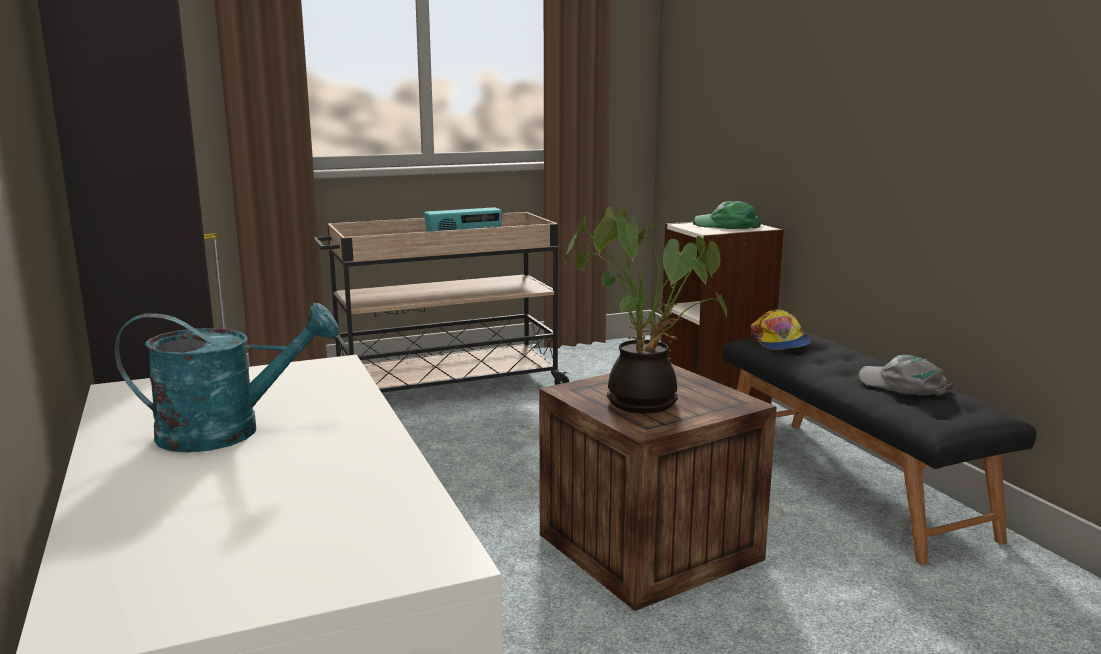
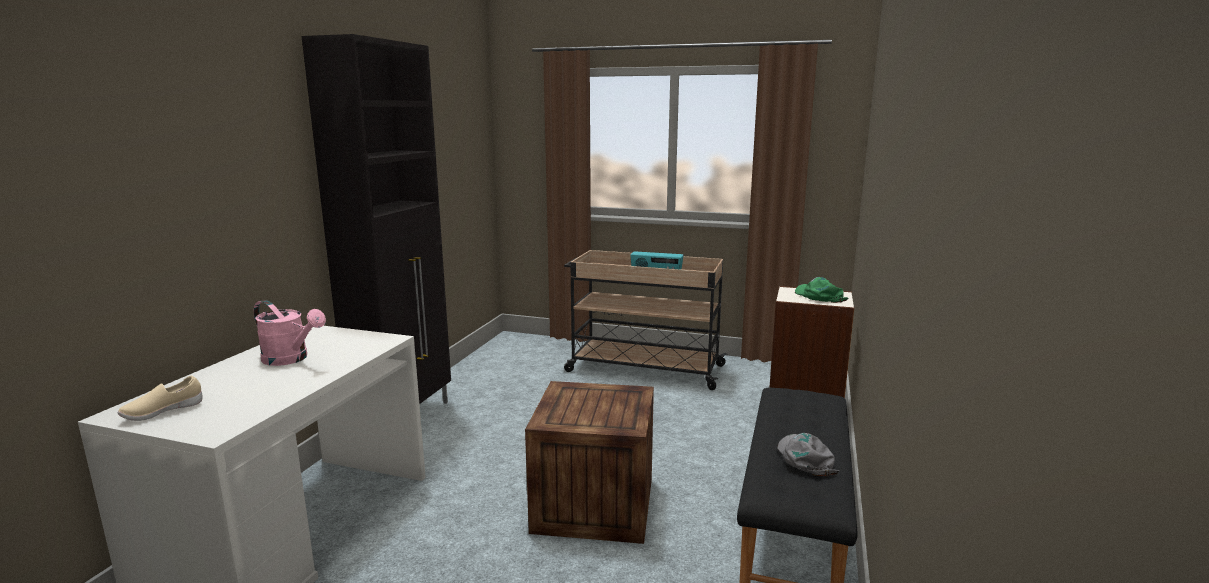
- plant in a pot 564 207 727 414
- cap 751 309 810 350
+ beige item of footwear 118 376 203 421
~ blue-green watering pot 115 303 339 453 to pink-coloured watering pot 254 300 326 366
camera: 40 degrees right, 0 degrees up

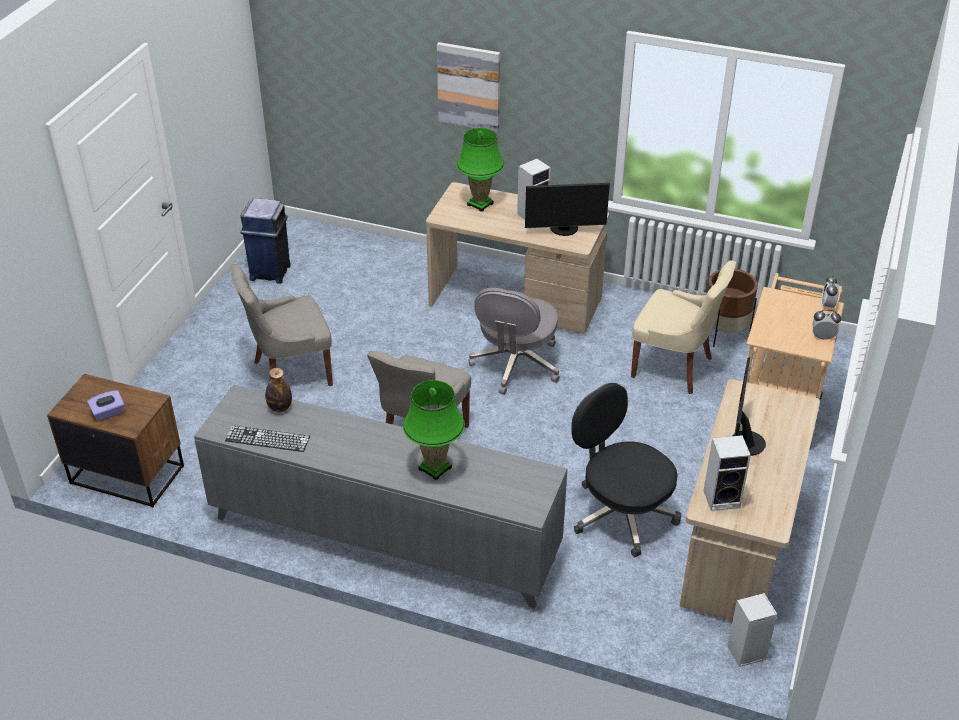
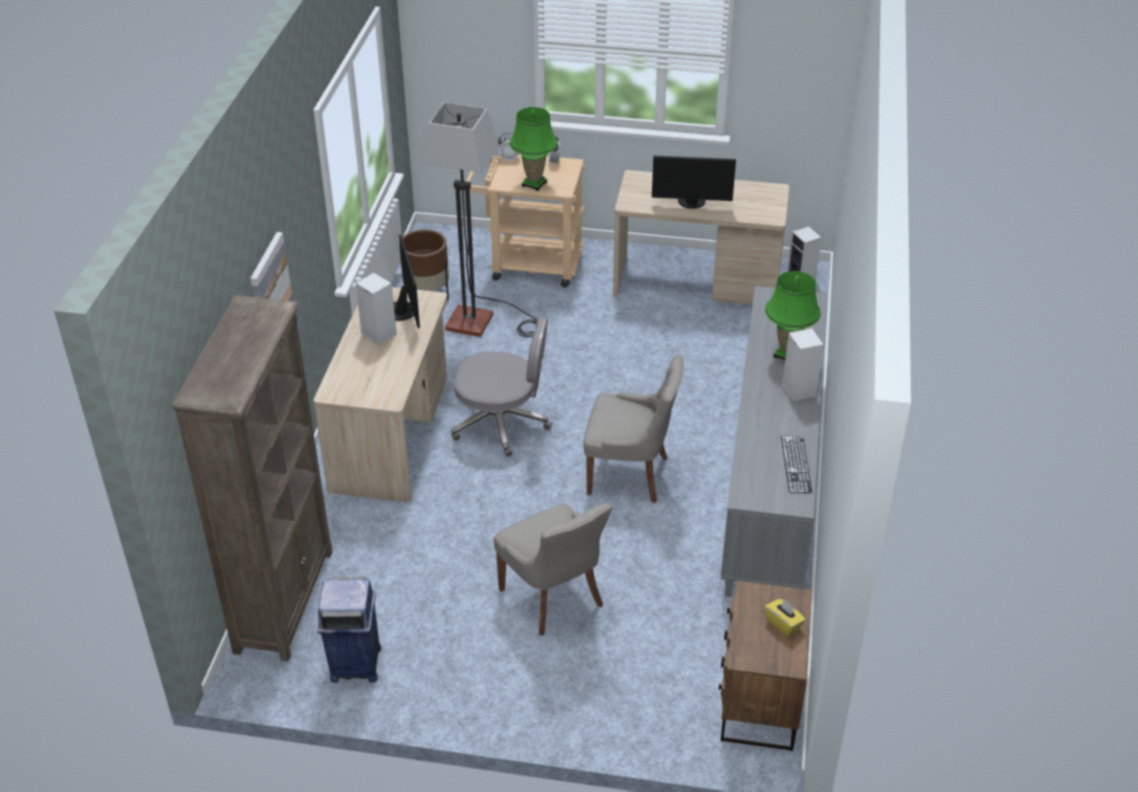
- drink bottle 265 368 292 413
- black desk chair 571 383 682 557
+ brown shelving unit 172 295 332 662
~ greenish tabletop lamp 456 128 504 212 to 510 107 558 191
~ audio speaker 704 435 751 511 to 782 328 824 401
~ beige plain chair 631 260 736 394 to standing lamp 421 102 537 337
~ purplish tissue holder 87 390 124 421 to yellow-coloured tissue holder 765 599 806 636
camera: 100 degrees left, 0 degrees up

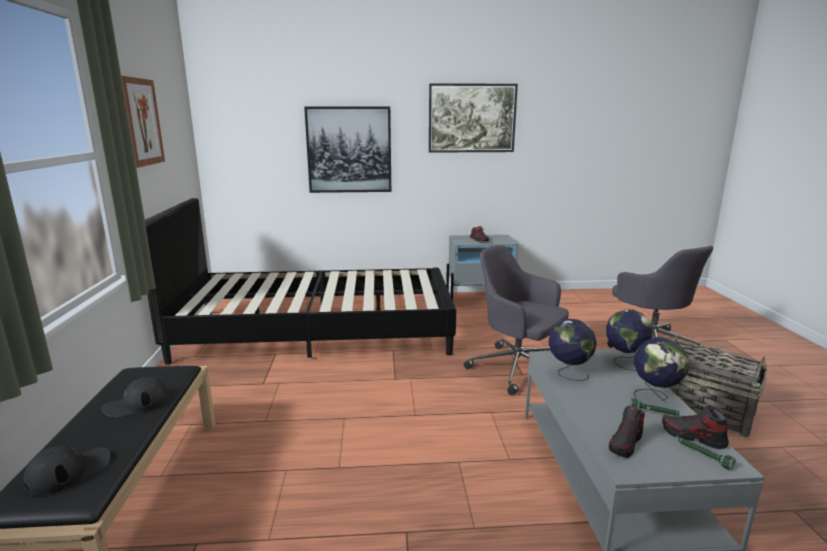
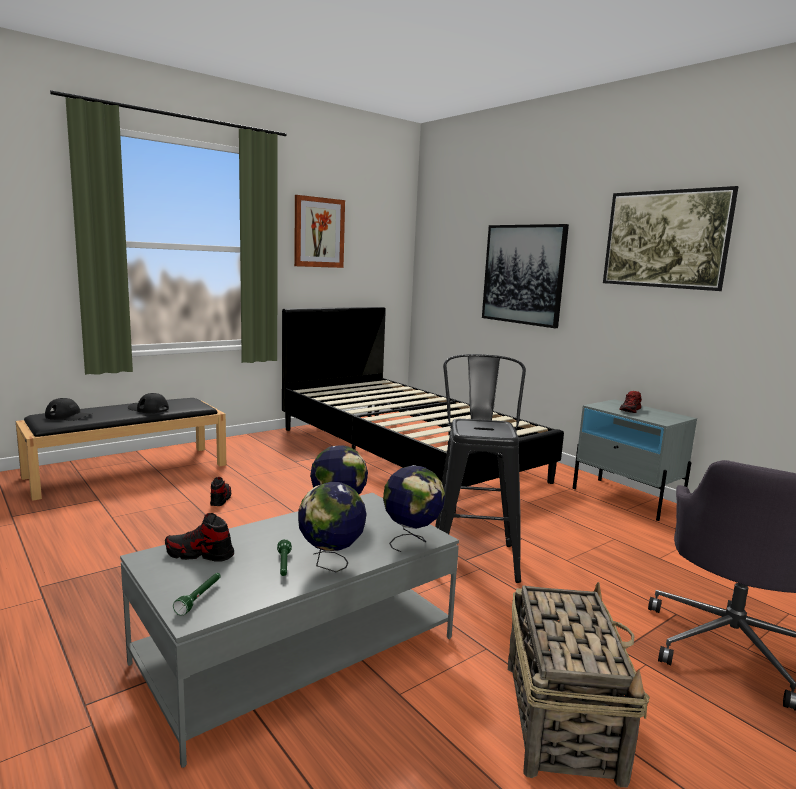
~ item of footwear 662 406 729 449 to 210 477 231 506
~ grey desk chair 464 245 569 395 to black stool 435 354 526 583
camera: 55 degrees right, 5 degrees down

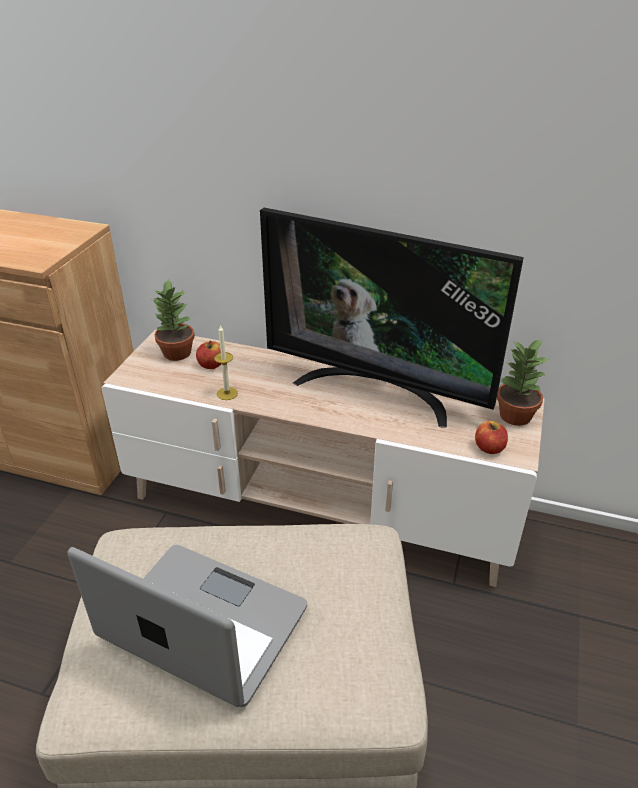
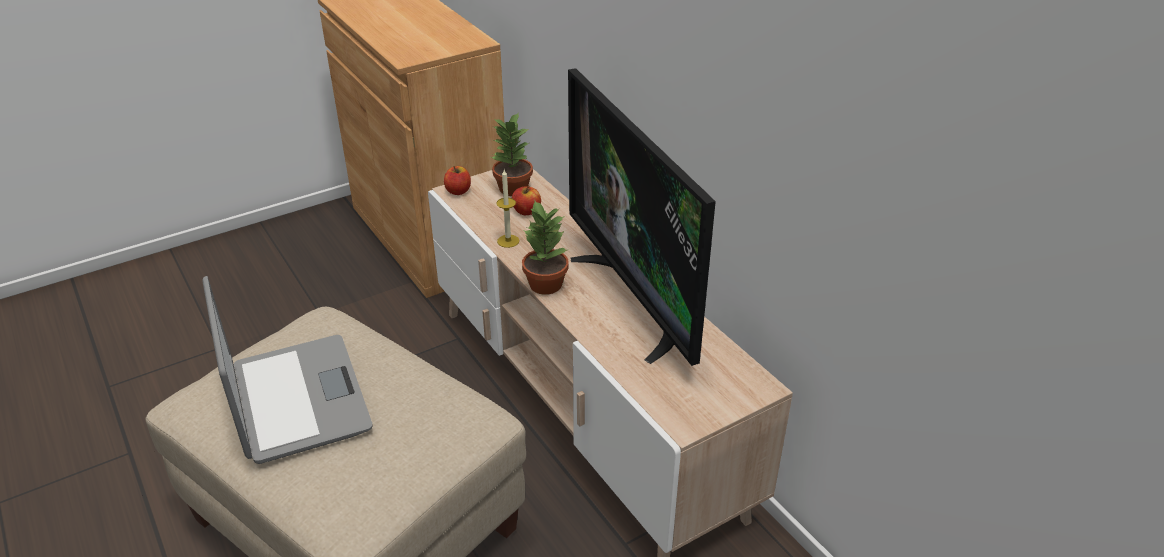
~ apple fruit 475 421 508 454 to 444 166 471 195
~ plant in a pot 497 338 549 426 to 522 199 569 295
camera: 40 degrees right, 0 degrees up

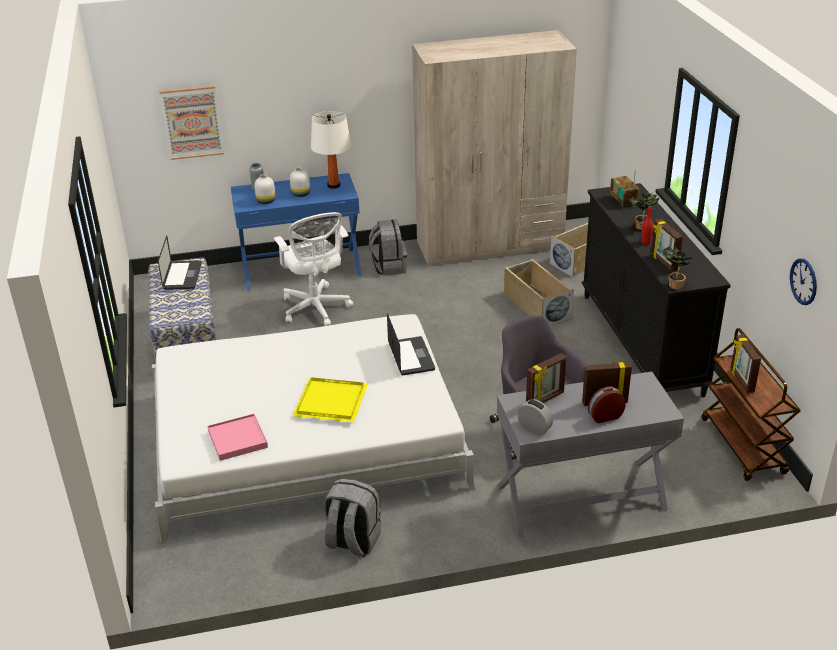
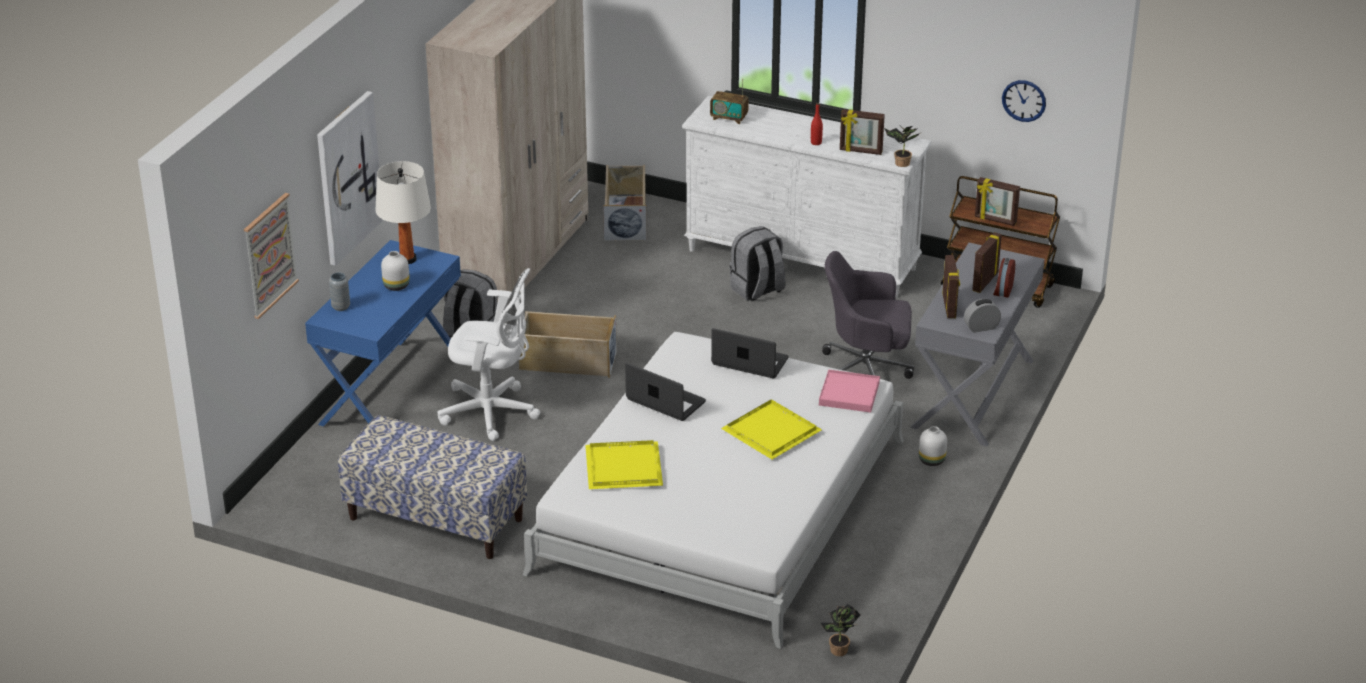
+ wall art 317 91 383 266
+ yellow-coloured carrying tray 585 440 663 489
~ notebook computer 158 236 202 290 to 625 363 706 421
~ pink-coloured carrying tray 207 414 268 461 to 819 369 880 413
~ whitish vase 254 174 276 204 to 919 426 947 466
~ grey backpack 324 479 381 557 to 730 226 786 301
~ beige storage bin 504 259 574 326 to 518 311 617 378
~ plant in a pot 628 193 660 230 to 820 604 861 656
~ black chest of drawers 581 183 731 397 to whitish chest of drawers 682 96 931 298
camera: 55 degrees left, 0 degrees up

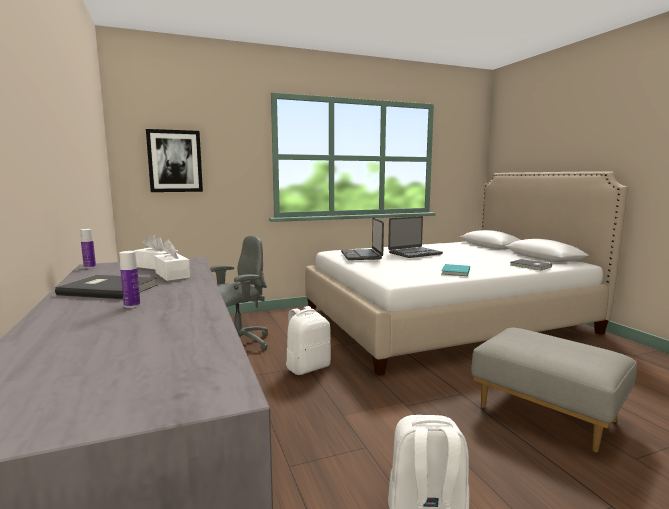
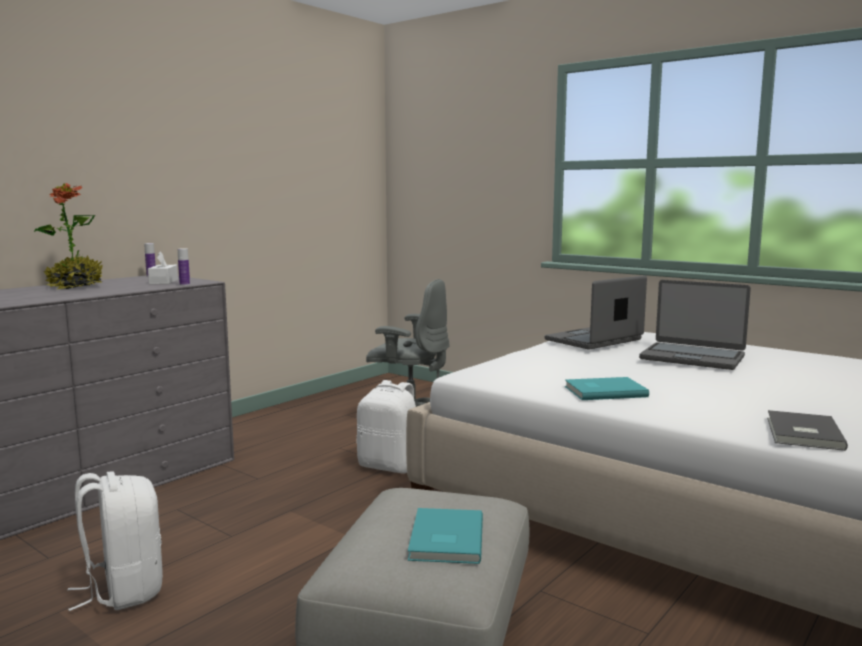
- wall art 146 129 203 192
- whitish tissue holder 154 240 190 281
+ blue-green bound book 408 508 483 564
~ drink bottle 119 251 141 308 to 178 248 190 286
~ grey bound book 55 275 157 299 to plant in a pot 34 183 103 289
camera: 60 degrees right, 0 degrees up

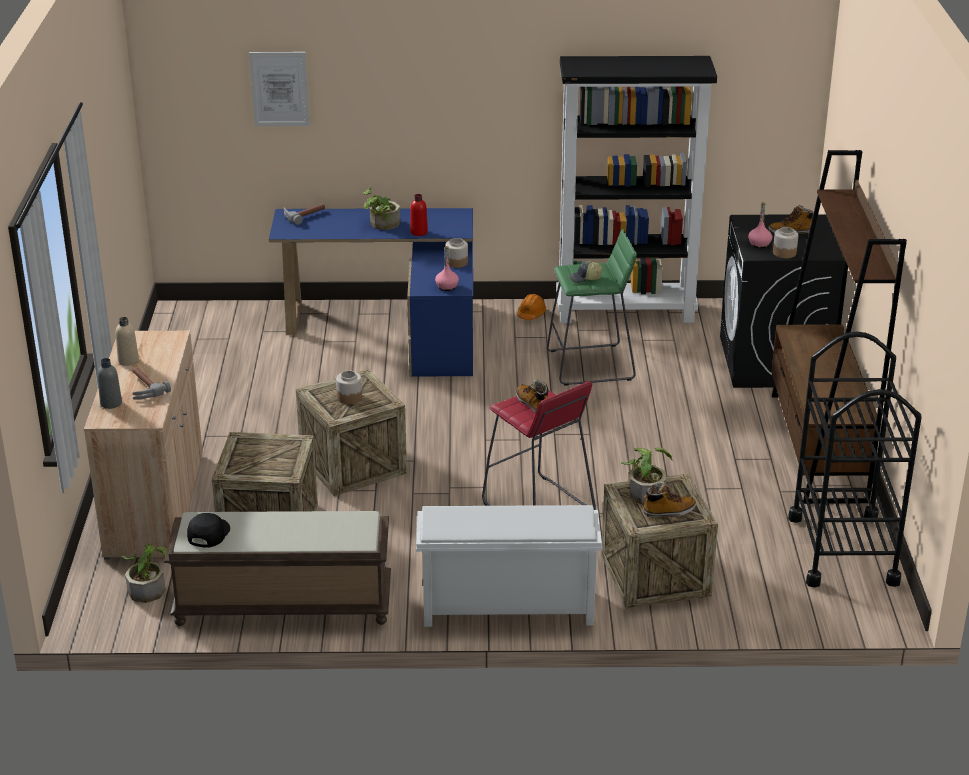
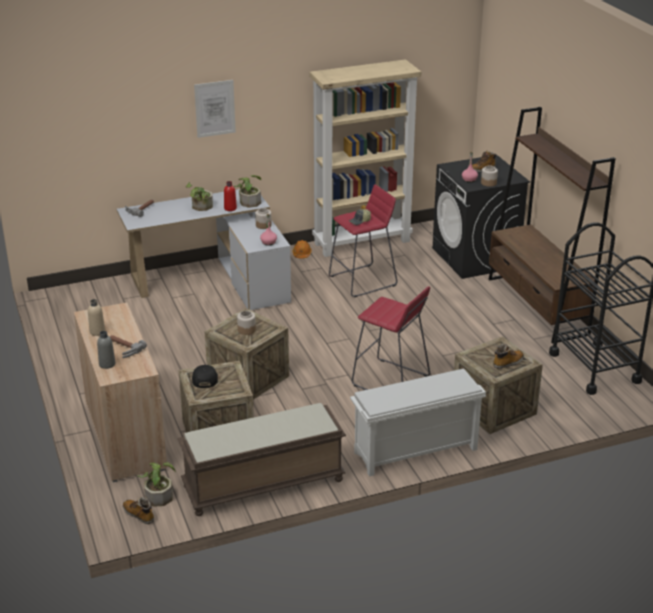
~ black cap 187 513 230 547 to 192 365 218 388
~ wall art 249 52 310 126 to 194 80 236 138
~ high-top boot 516 379 548 414 to 123 497 154 524
~ plant in a pot 621 448 672 504 to 234 175 262 208
~ blue desk table 269 208 473 377 to whitish desk table 117 189 291 310
~ greenish stool 547 229 637 385 to red stool 329 184 398 297
~ black shelving unit 556 56 717 323 to beige shelving unit 309 59 421 257
camera: 20 degrees left, 0 degrees up

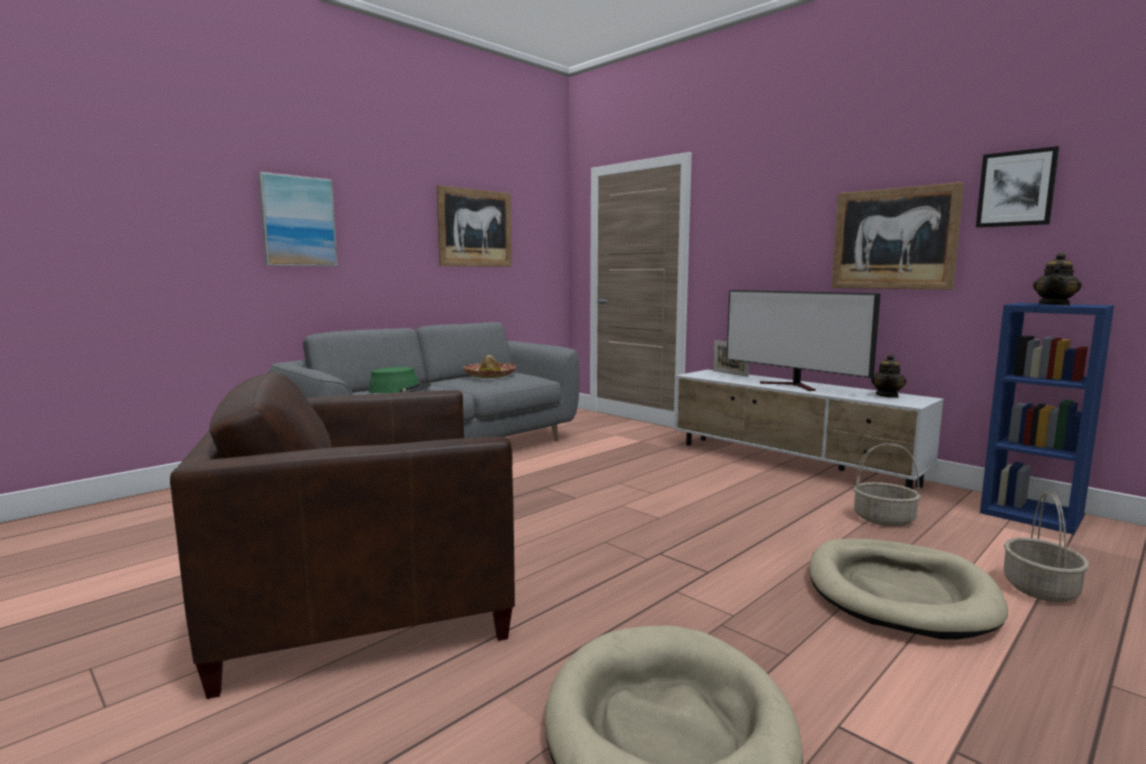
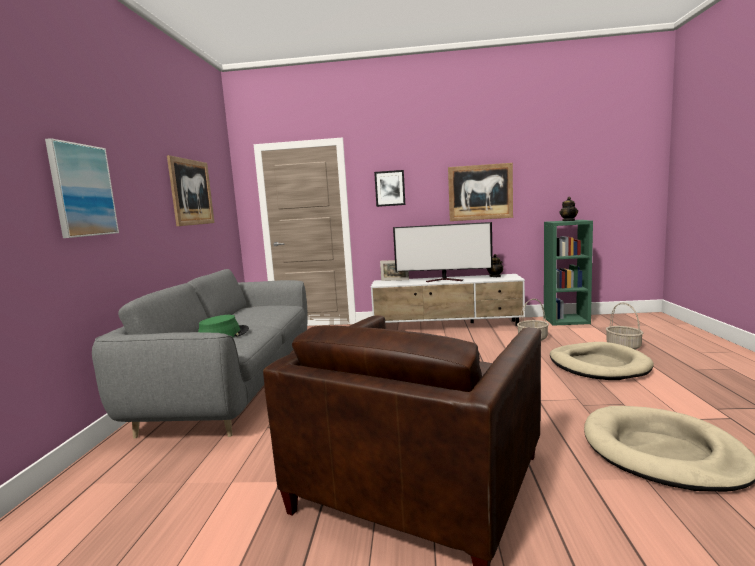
- clothing hat 462 355 516 378
~ wall art 976 146 1059 228 to 374 170 405 207
~ blue shelving unit 980 303 1114 535 to greenish shelving unit 544 220 593 326
camera: 40 degrees left, 0 degrees up

